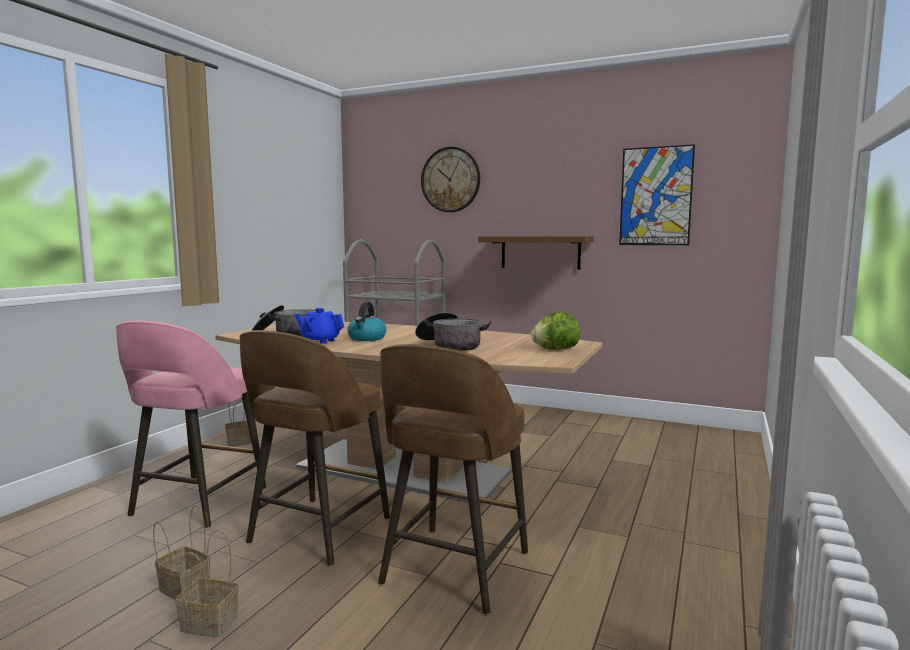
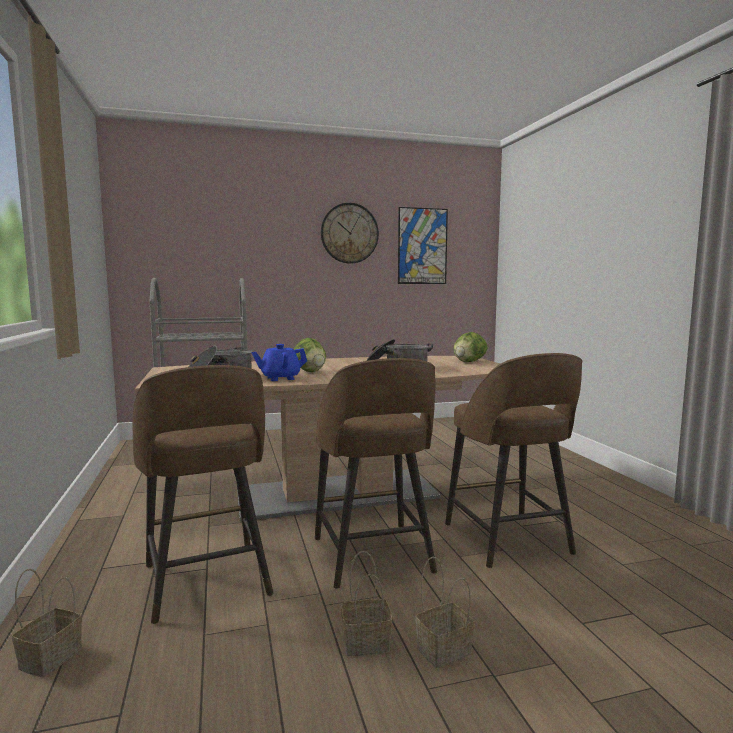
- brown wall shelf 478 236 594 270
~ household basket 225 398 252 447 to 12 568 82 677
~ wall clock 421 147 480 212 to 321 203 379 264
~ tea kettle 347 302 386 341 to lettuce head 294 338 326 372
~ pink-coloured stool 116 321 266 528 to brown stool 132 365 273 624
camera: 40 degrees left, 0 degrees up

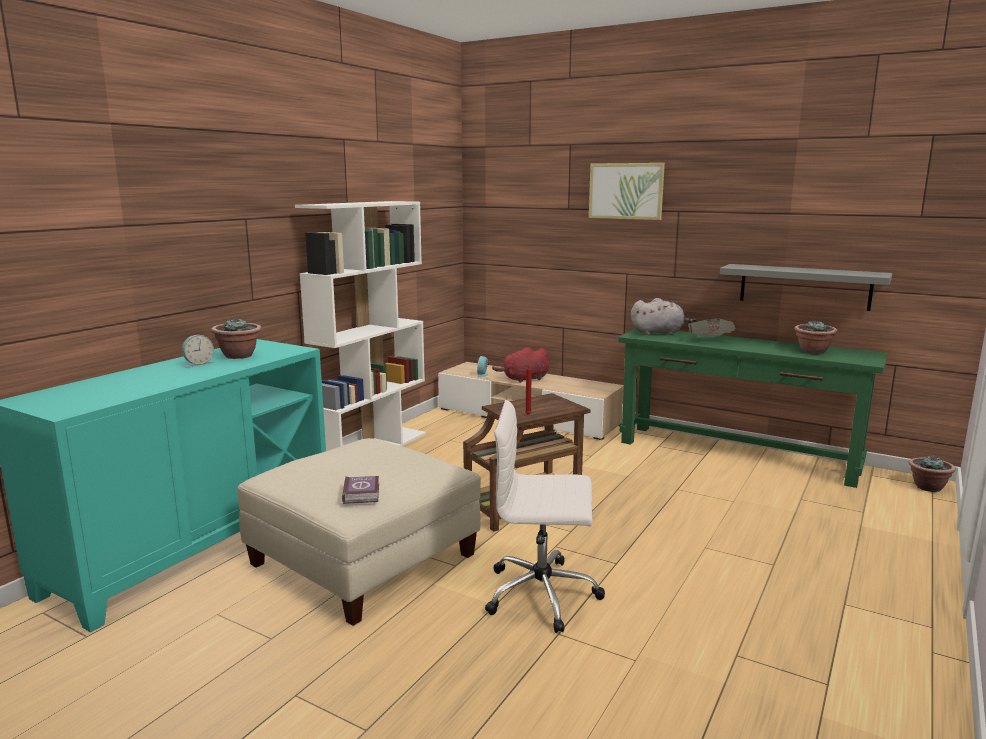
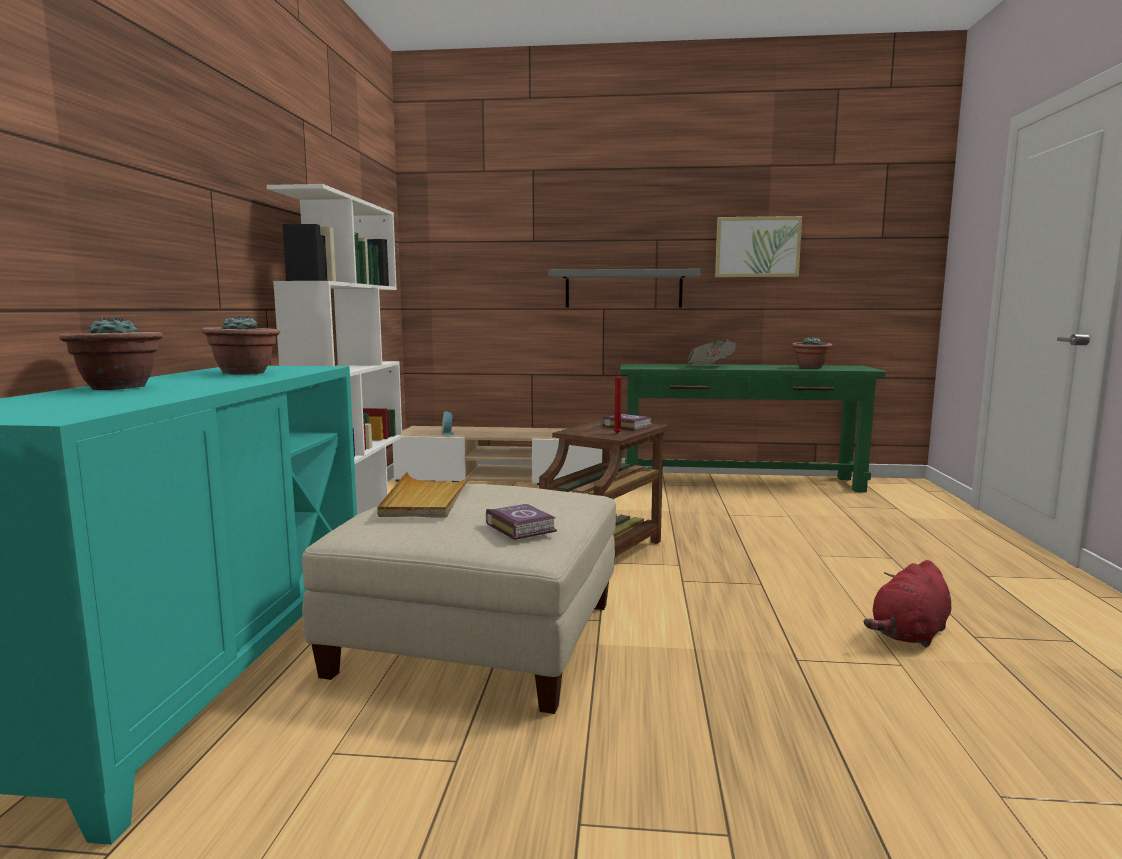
- table clock 182 335 215 368
- whitish desk chair 485 400 605 633
- grey soft toy 631 298 697 335
+ beige carrying tray 377 472 473 518
+ bound book 603 414 653 431
~ red soft toy 492 347 550 383 to 863 560 951 648
~ wall art 589 163 665 220 to 715 216 802 277
~ grey wall shelf 720 264 892 311 to 548 269 700 308
~ plant in a pot 909 455 956 492 to 59 316 163 390
camera: 25 degrees left, 5 degrees down

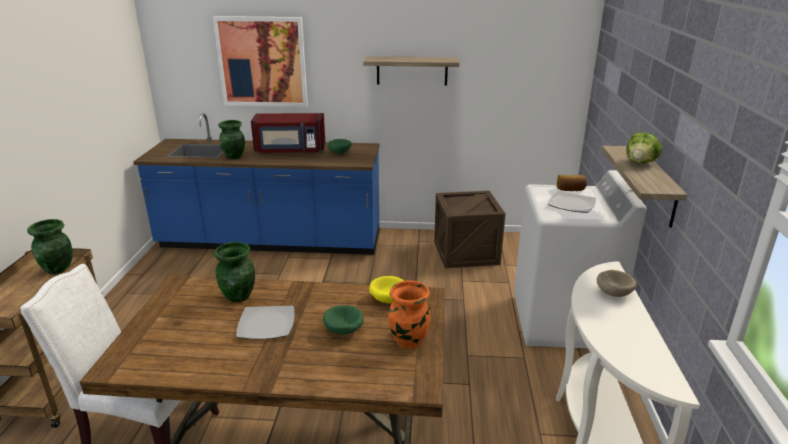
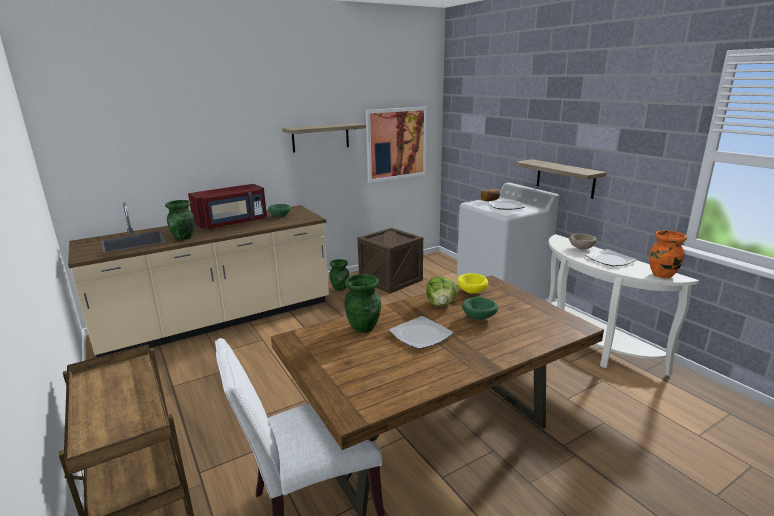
+ dinner plate 585 249 637 266
~ greenish vase 27 219 73 274 to 329 259 349 291
~ wall art 213 16 308 107 to 366 107 427 183
~ orange-coloured vase 388 280 431 349 to 649 230 687 278
~ lettuce head 626 132 662 163 to 426 276 457 306
~ blue counter 133 113 379 255 to beige counter 68 203 329 357
camera: 35 degrees left, 5 degrees down

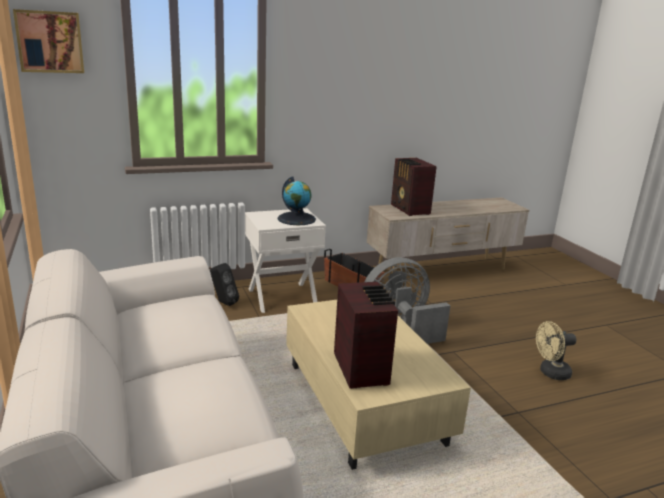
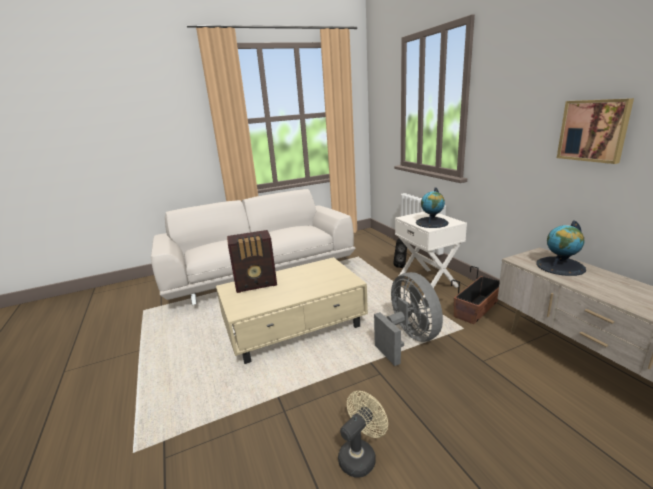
~ wall art 13 9 84 73 to 557 98 634 164
~ radio 391 158 437 216 to globe 536 220 586 276
~ beige electric fan 536 321 576 380 = 338 391 388 478 60 degrees clockwise
camera: 90 degrees right, 0 degrees up

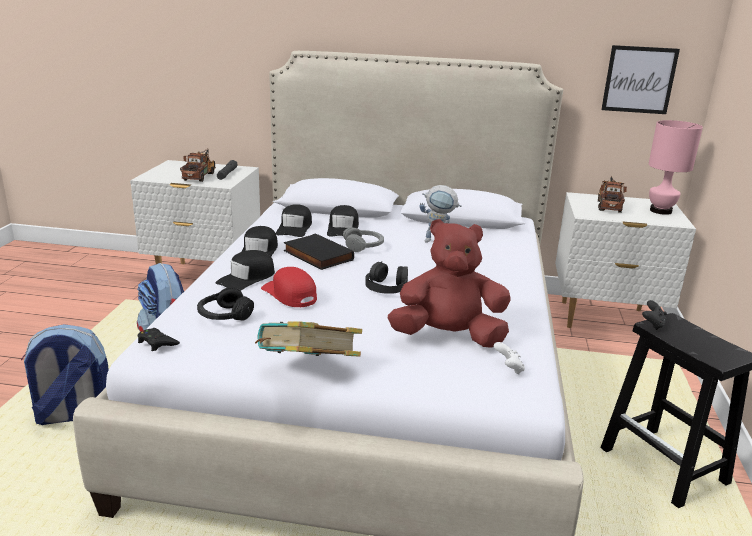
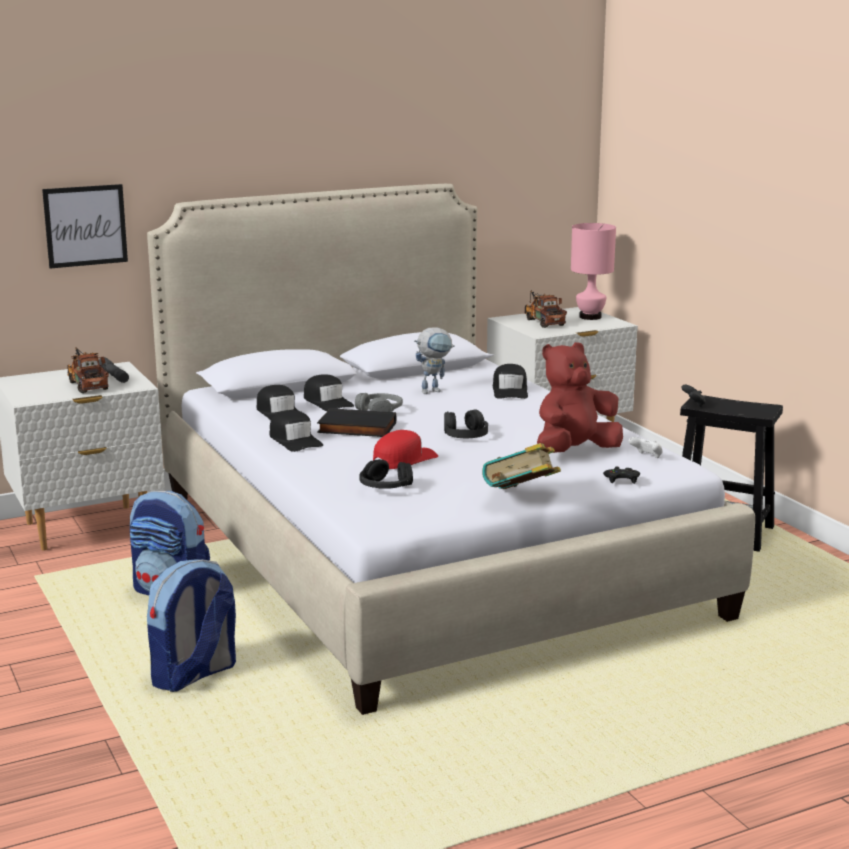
~ black gamepad 138 328 180 351 to 603 467 640 484
~ black cap 216 250 275 291 to 493 364 528 399
~ wall art 601 45 680 114 to 42 184 128 269
~ red cap 261 267 317 307 = 373 430 438 469 120 degrees clockwise
camera: 35 degrees left, 5 degrees down

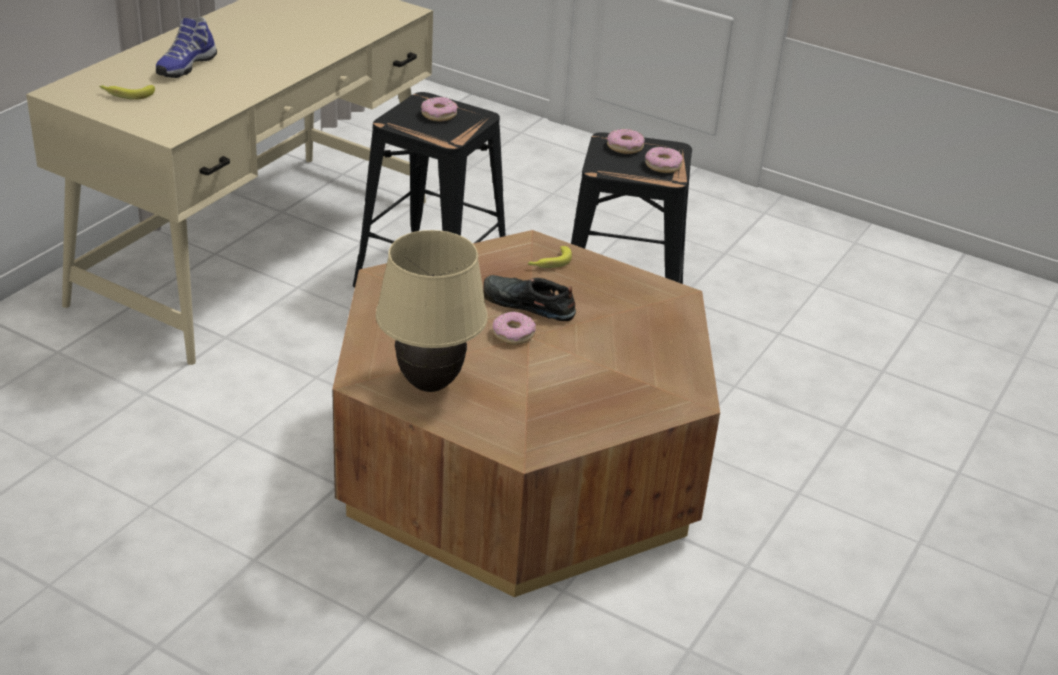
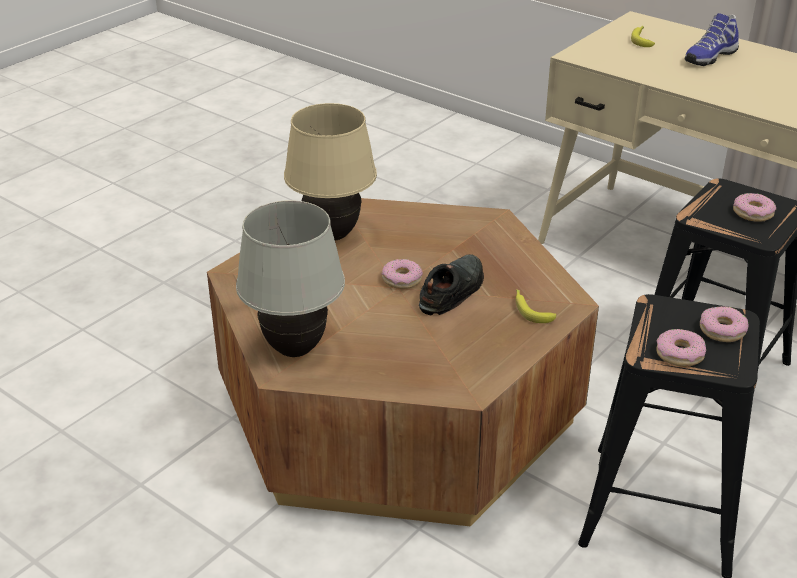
+ whitish tabletop lamp 236 200 345 357
~ item of footwear 156 17 217 78 = 685 13 739 66 75 degrees counterclockwise
camera: 100 degrees right, 0 degrees up

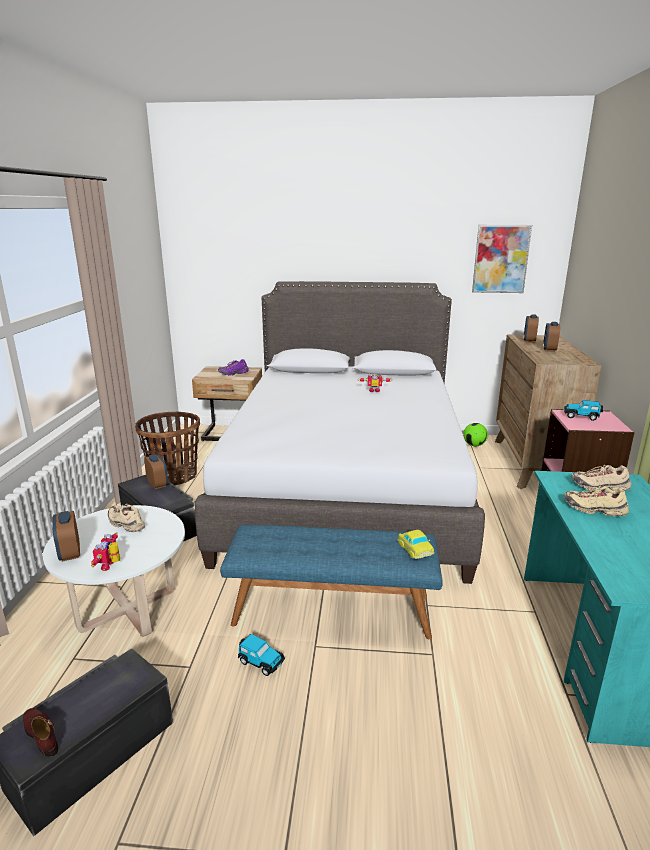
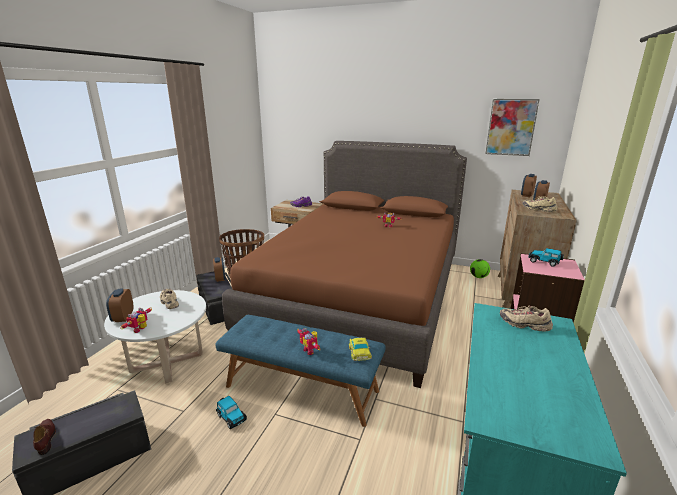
+ model robot 297 328 320 355
~ beige item of footwear 564 486 629 517 to 523 196 557 212
~ grey sleeping bed 195 281 485 584 to brown sleeping bed 222 141 467 388
camera: 15 degrees right, 0 degrees up

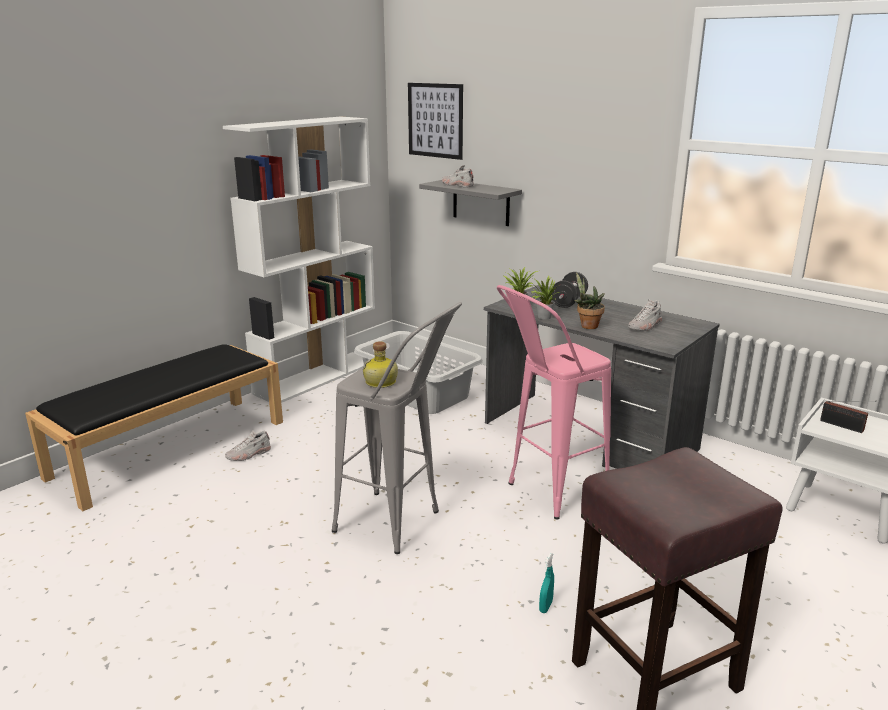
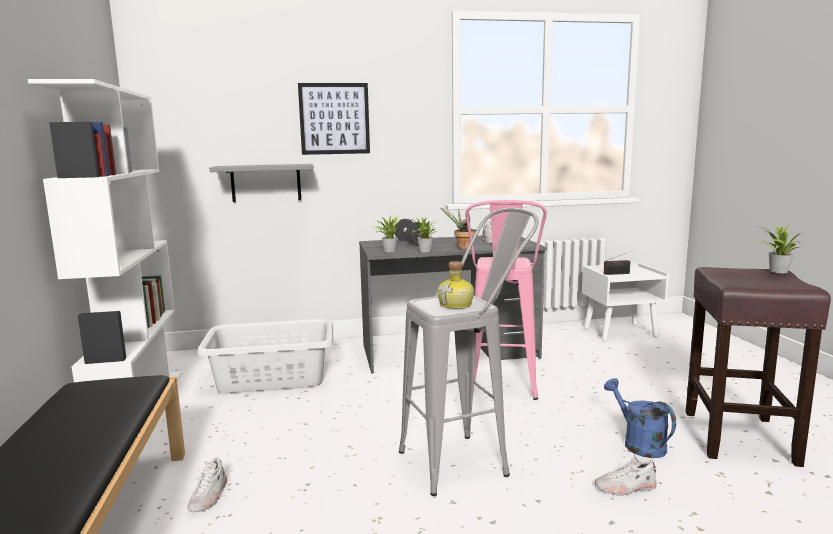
+ plant in a pot 760 226 804 273
~ wall art 408 83 463 160 to 298 83 370 155
~ whitish item of footwear 442 165 474 187 to 595 456 657 496
~ blue-green spray bottle 539 553 554 613 to blue watering pot 604 378 676 458
camera: 50 degrees left, 10 degrees down

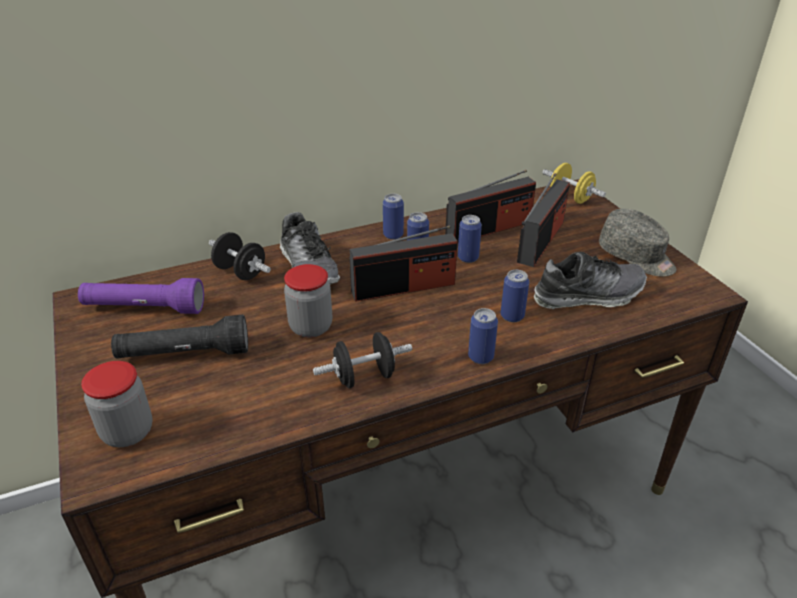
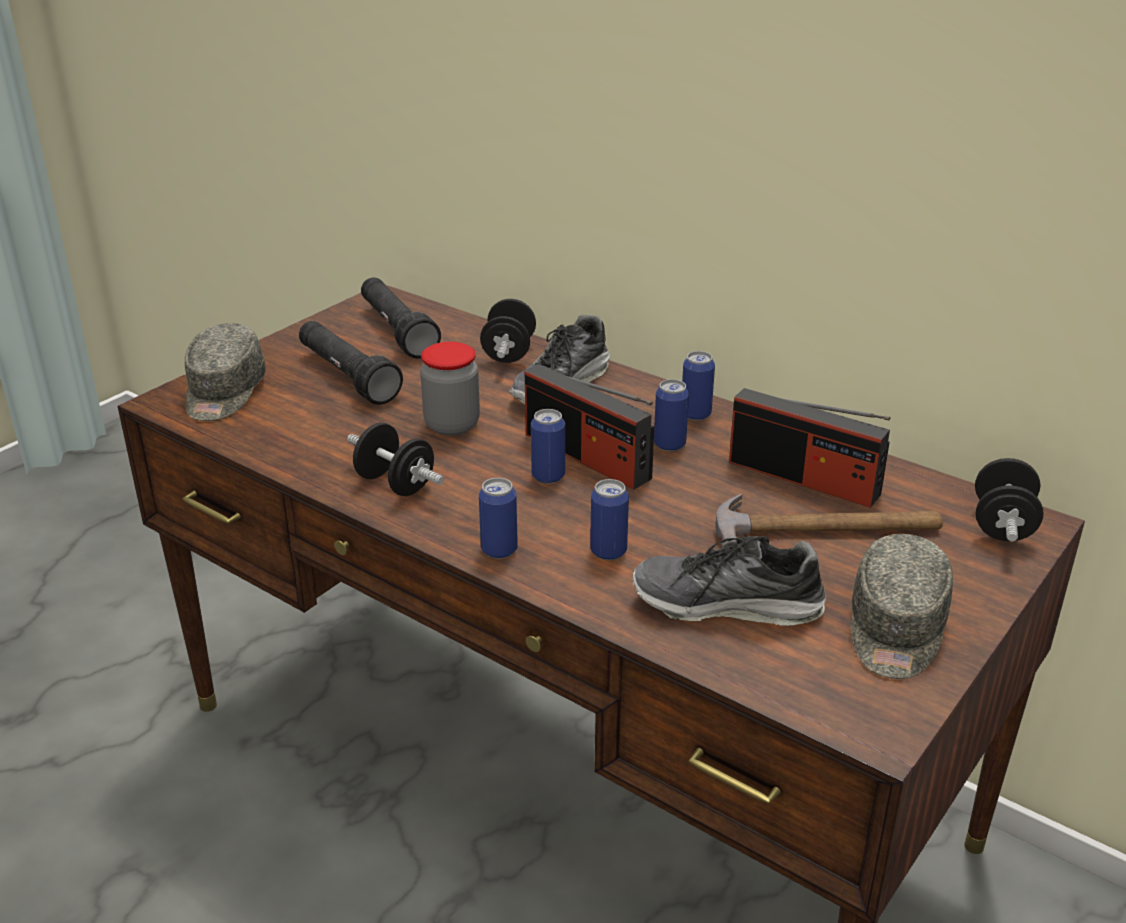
~ can 458 215 482 263 to 531 409 565 484
~ storage jar 81 361 152 447 to grey cap 185 323 266 421
~ radio 517 173 570 267 to hammer 715 494 943 549
~ purplish flashlight 78 278 204 314 to black flashlight 361 277 441 358
~ yellow-coloured dumbbell 542 163 606 204 to black dumbbell 975 458 1044 541
~ item of footwear 534 252 647 309 = 632 536 826 626 135 degrees clockwise
camera: 60 degrees right, 5 degrees down

